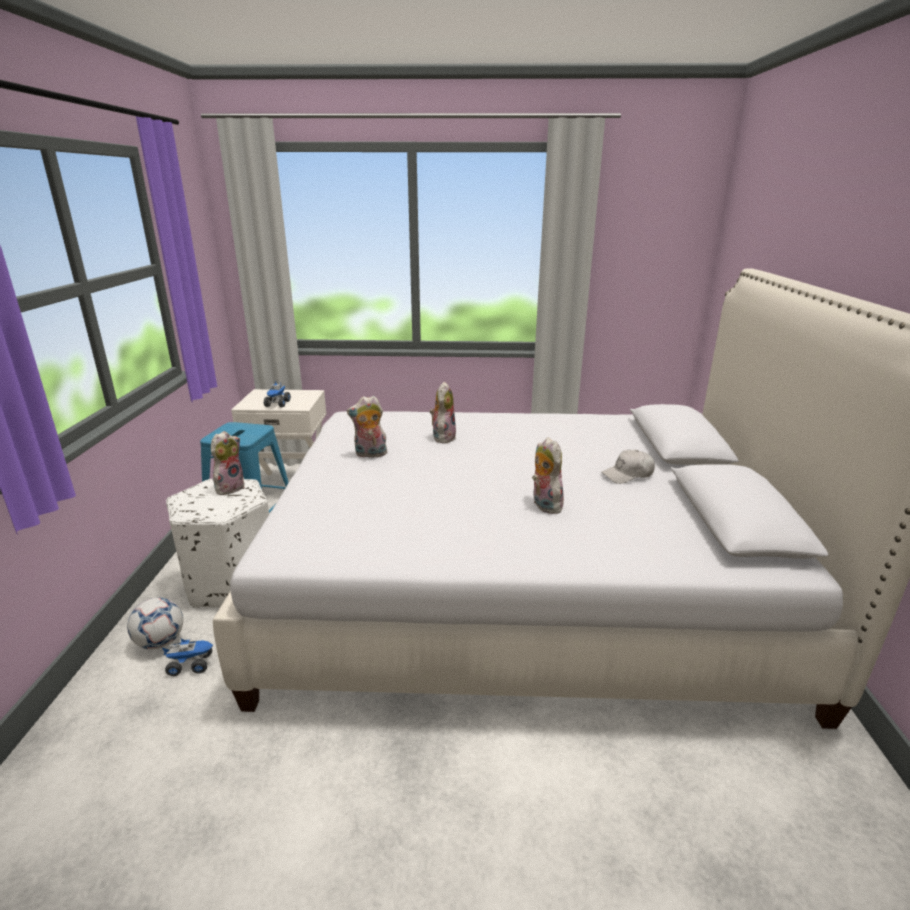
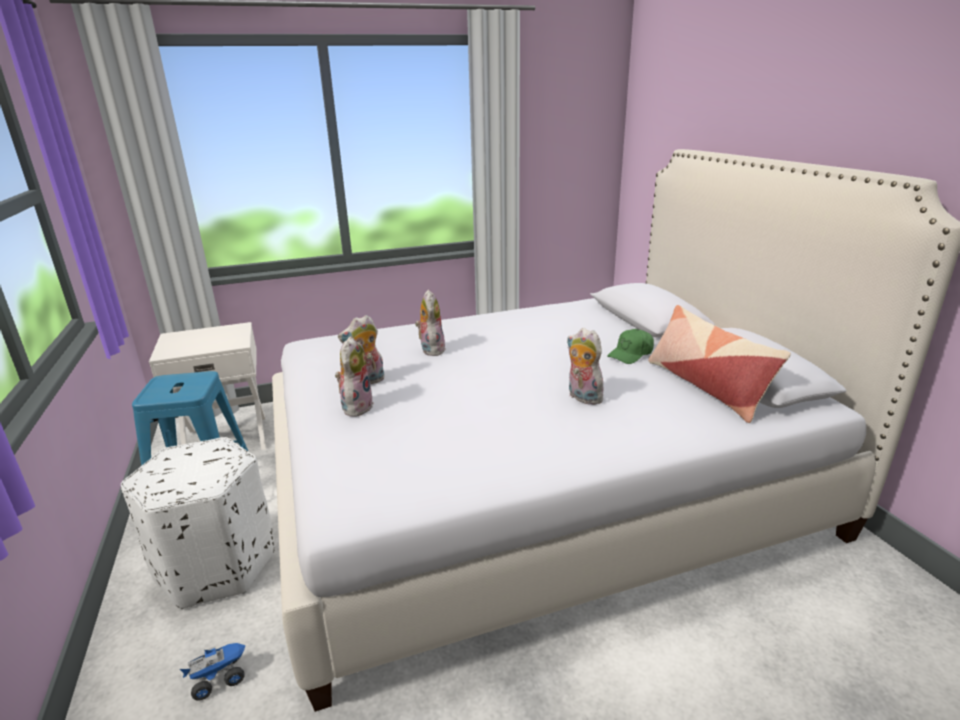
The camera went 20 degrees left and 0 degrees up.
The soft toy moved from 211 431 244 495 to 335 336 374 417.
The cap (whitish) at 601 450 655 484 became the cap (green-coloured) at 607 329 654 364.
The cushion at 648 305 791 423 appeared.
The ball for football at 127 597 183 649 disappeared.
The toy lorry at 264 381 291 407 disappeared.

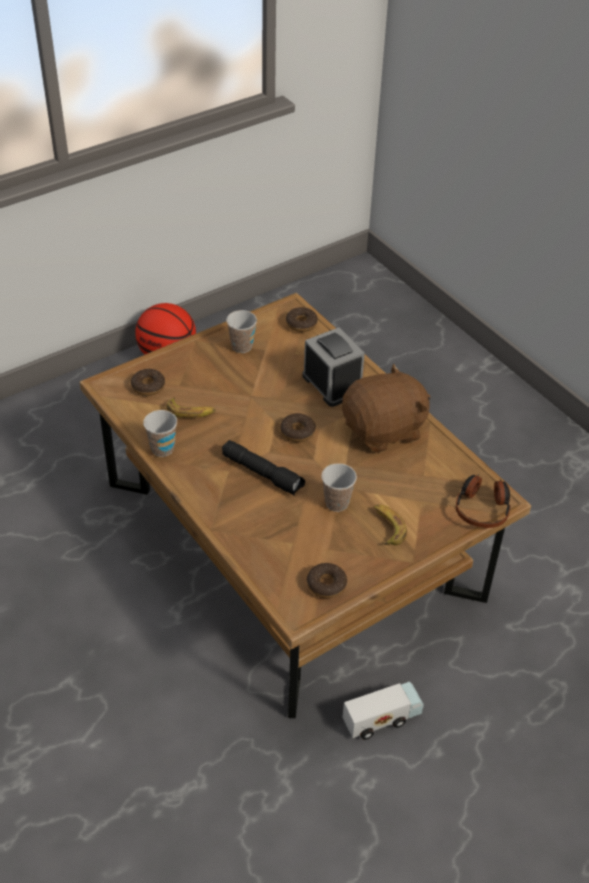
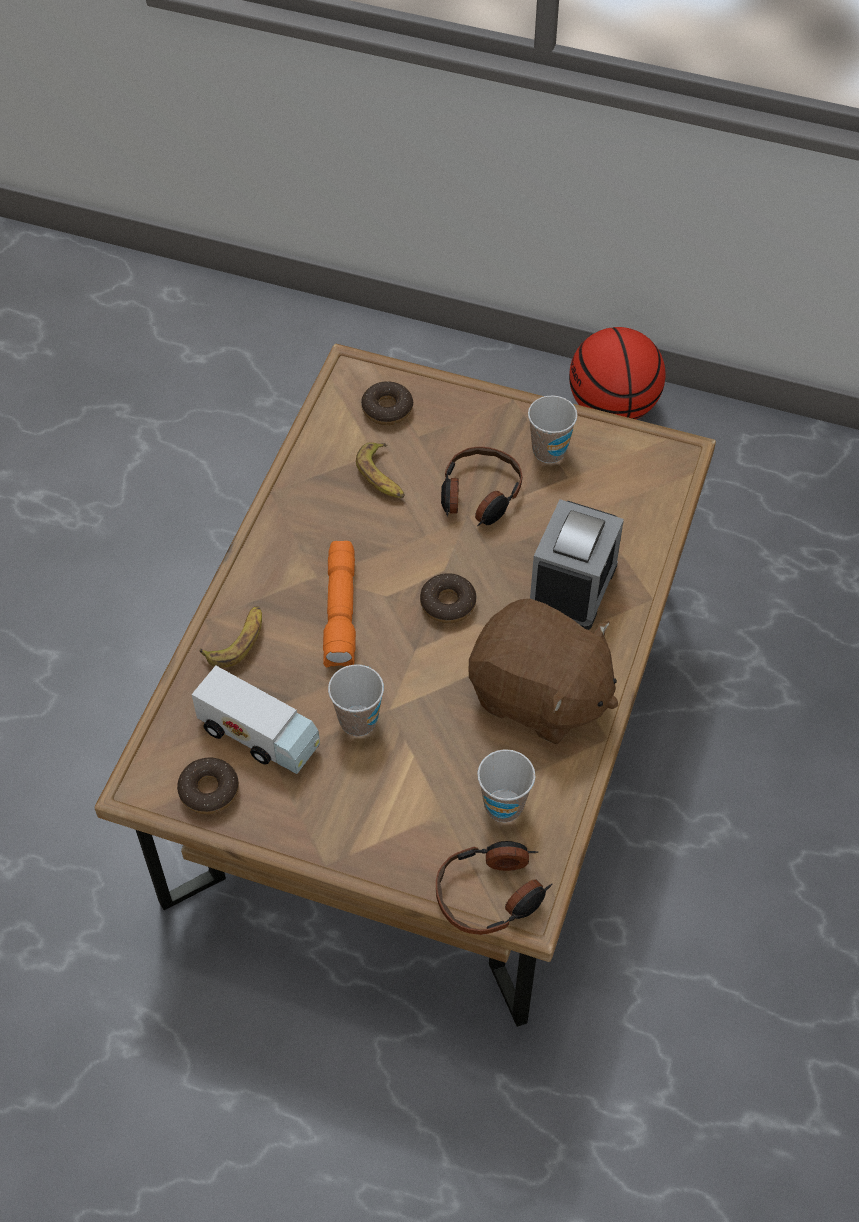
The camera went 55 degrees right and 10 degrees up.
The toy lorry moved from 343 682 424 740 to 192 666 320 774.
The whole banana moved from 374 505 407 545 to 200 606 262 668.
The flashlight (black-coloured) at 222 440 305 496 became the flashlight (orange) at 323 541 356 668.
The headphones at 441 447 522 527 appeared.
The drinking cup moved from 143 410 177 457 to 477 749 535 823.
The ring doughnut at 286 307 318 332 disappeared.

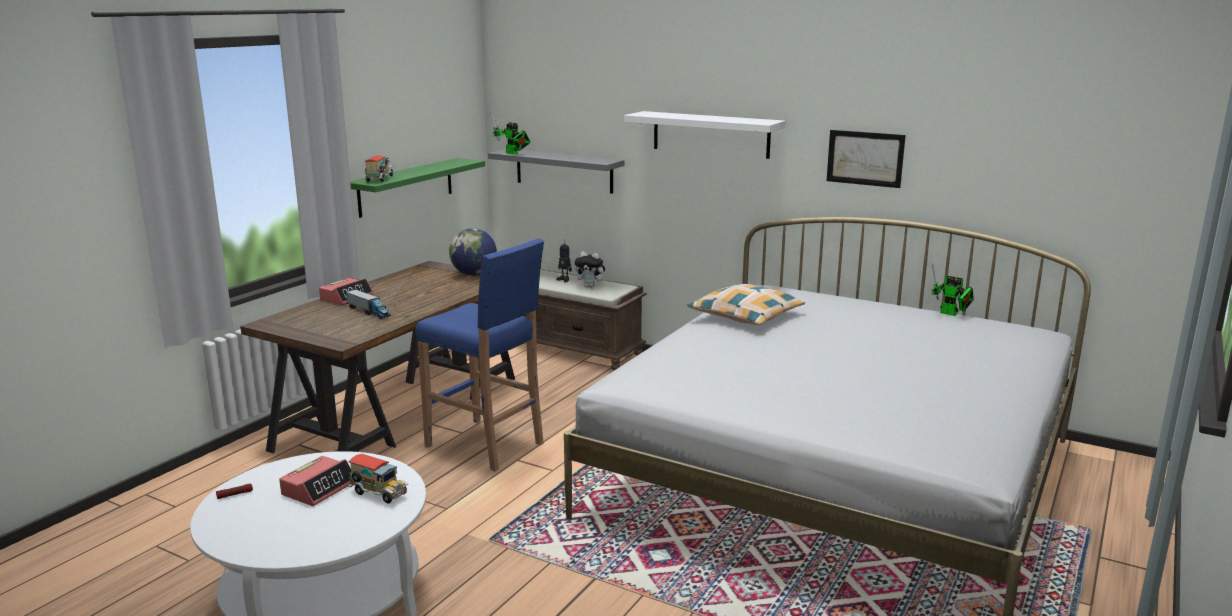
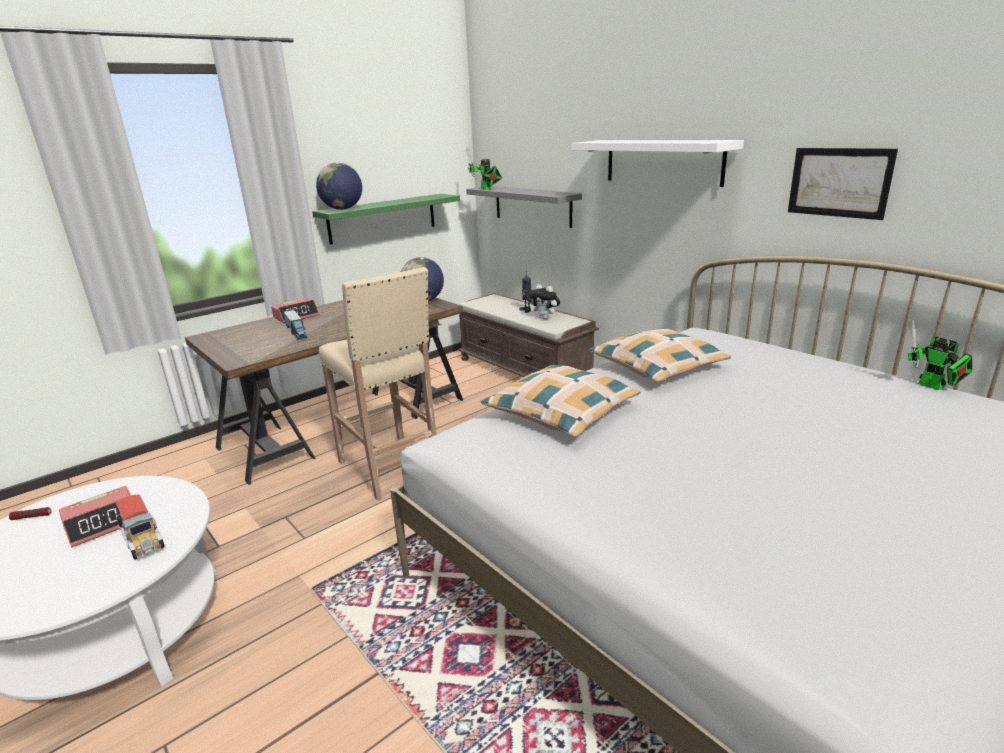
The camera went 20 degrees right and 5 degrees up.
The toy lorry at 364 155 393 182 was replaced by the world globe at 316 163 362 210.
The sitting stool (blue) at 415 238 544 471 became the sitting stool (beige) at 319 267 437 501.
The cushion at 481 365 640 437 appeared.

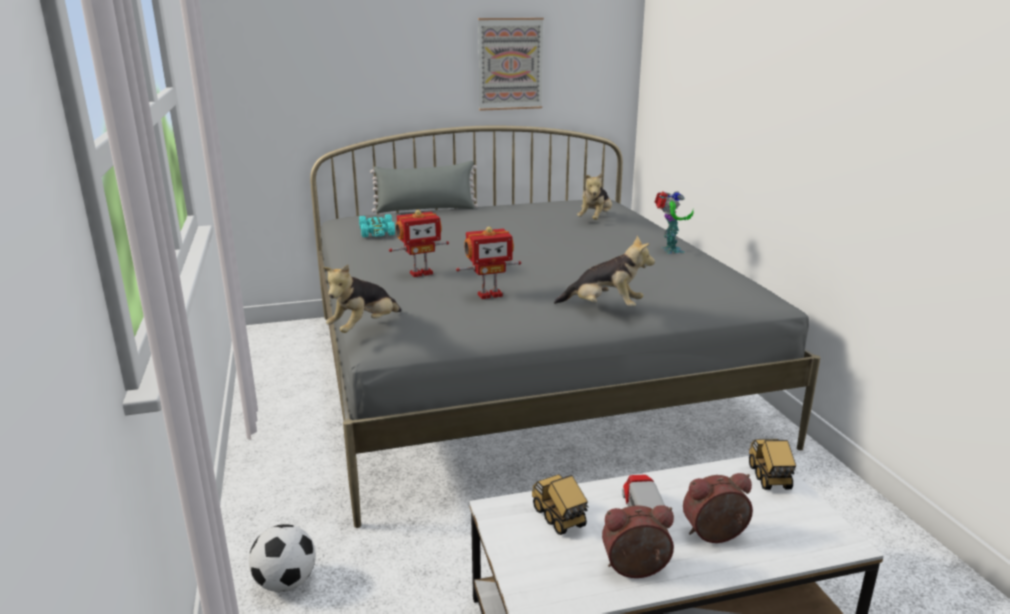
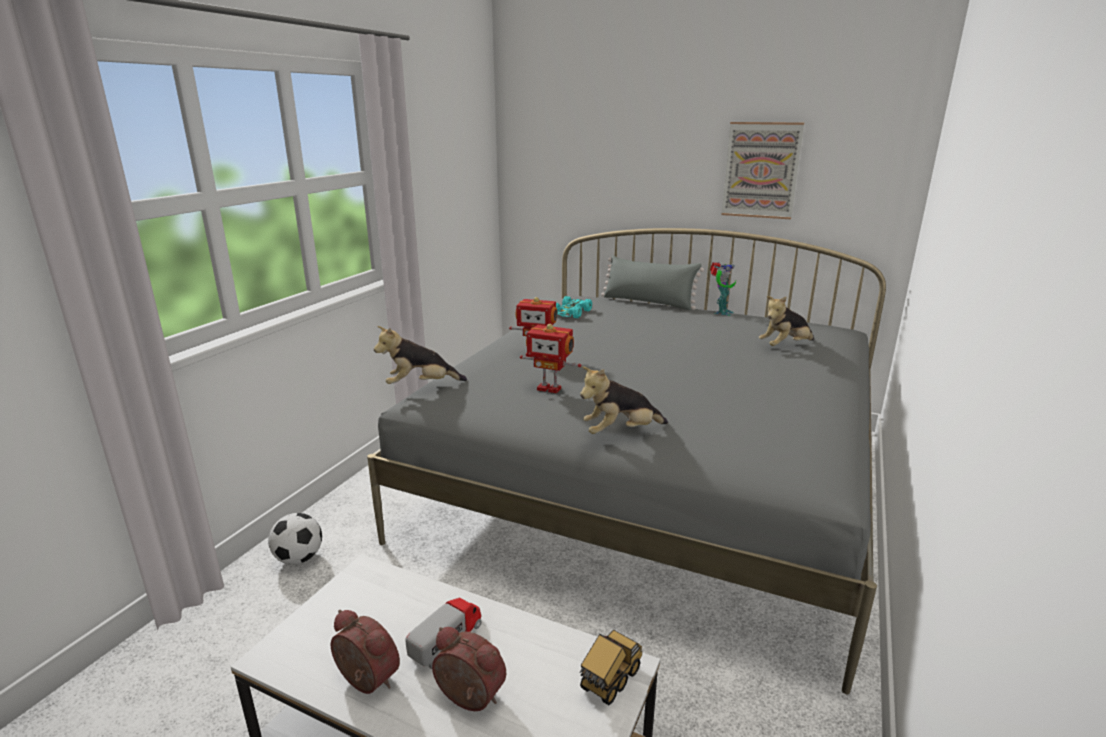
The camera went 40 degrees right and 0 degrees up.
The soft toy at 554 235 655 307 turned 105 degrees clockwise.
The model robot moved from 655 191 694 254 to 710 262 736 316.
The toy lorry at 532 474 589 535 disappeared.

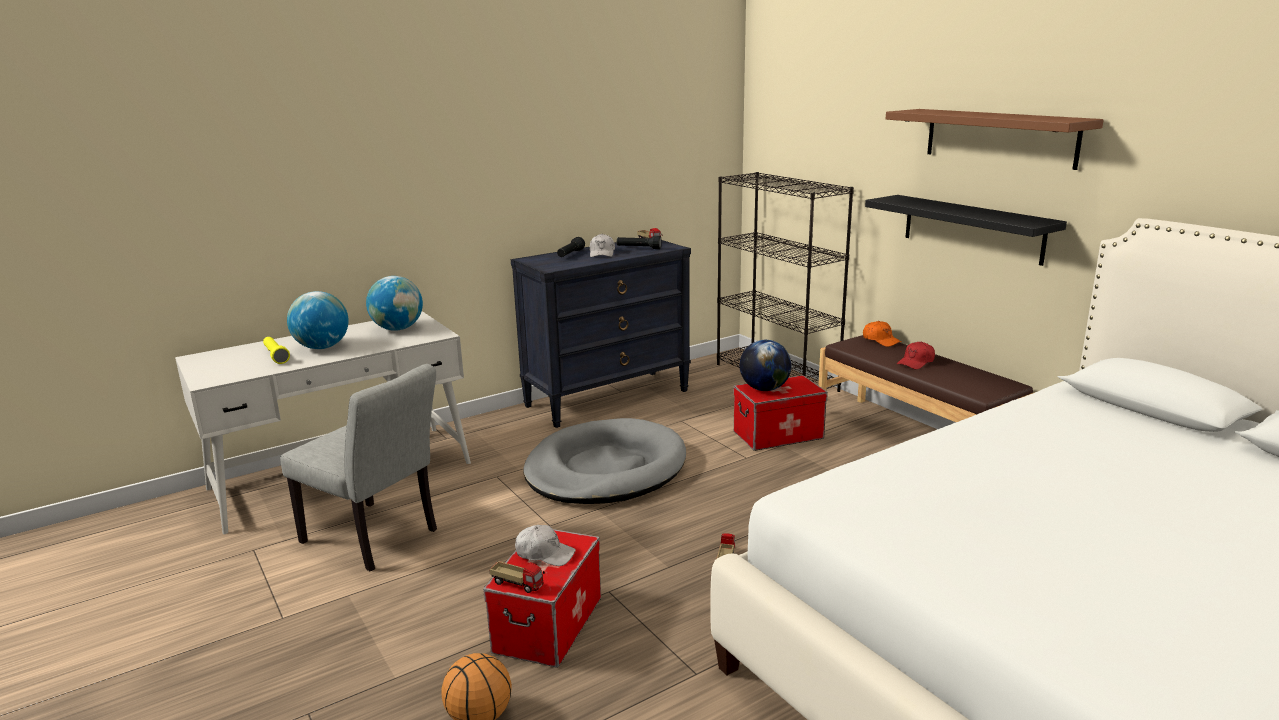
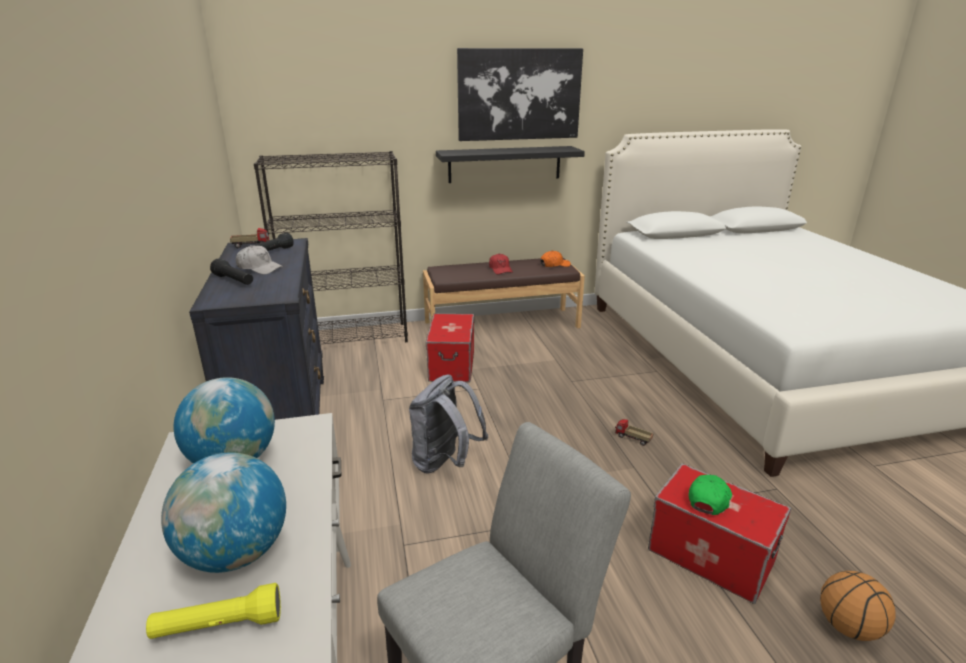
The camera went 70 degrees left and 5 degrees up.
The pet bed (greyish) at 524 418 686 504 was replaced by the knapsack (greyish) at 409 374 488 474.
The wall shelf (brown) at 886 109 1104 170 was replaced by the picture at 457 48 583 141.
The cap (orange) moved from 863 321 901 347 to 540 251 571 267.
The cap (whitish) at 515 525 576 566 became the cap (green-coloured) at 689 475 732 515.
The toy lorry at 489 561 545 593 disappeared.
The world globe at 740 340 791 391 disappeared.

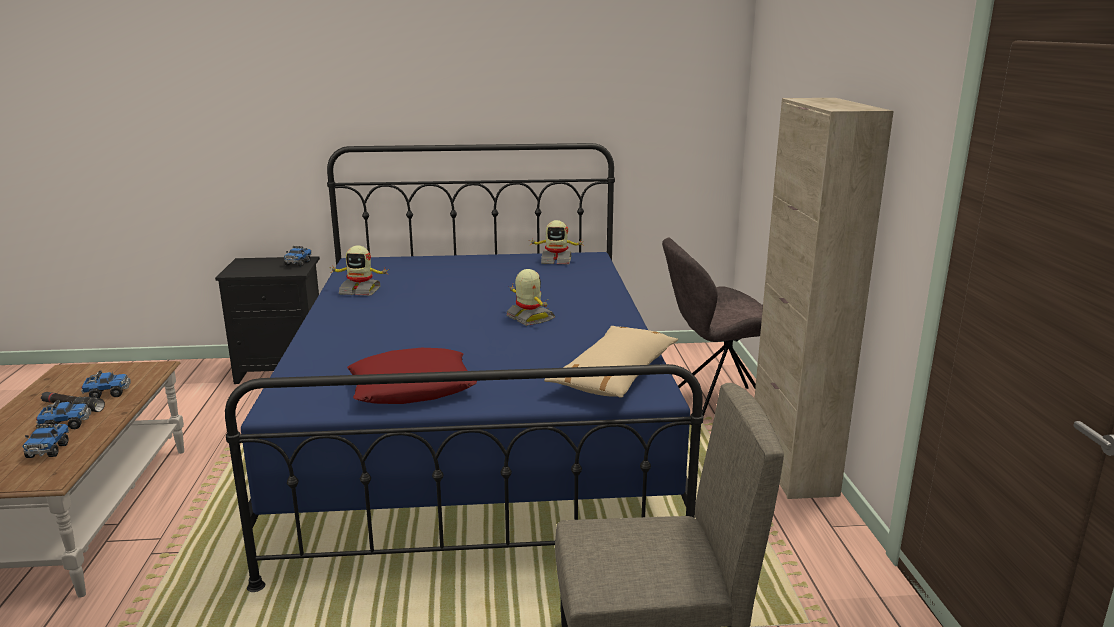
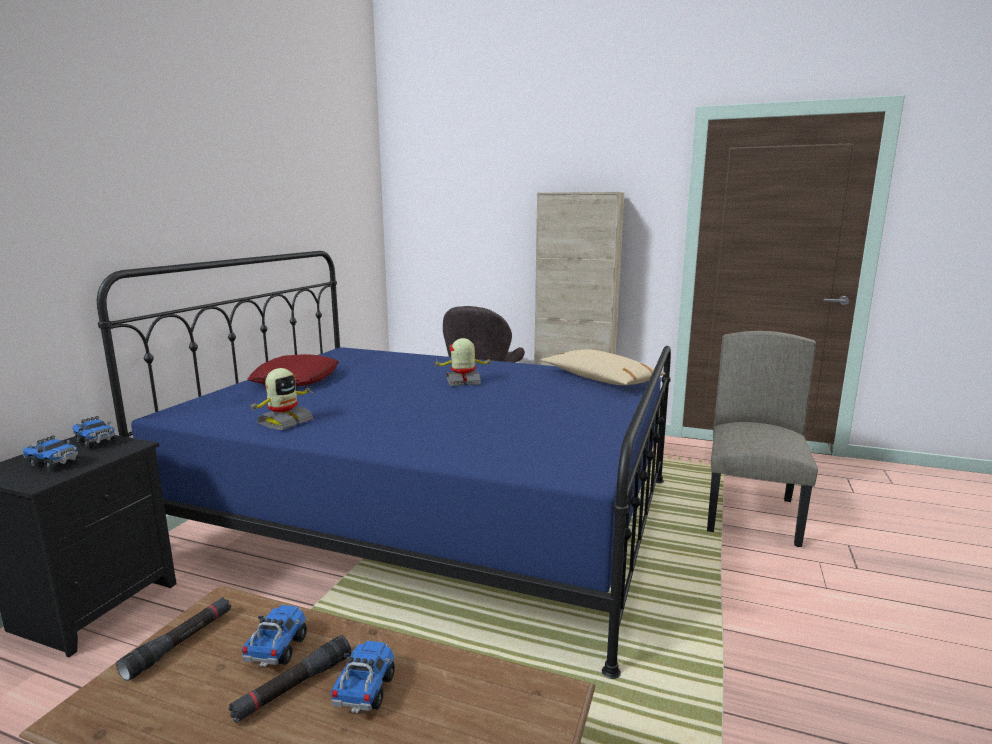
The camera went 65 degrees left and 5 degrees down.
The toy lorry moved from 22 424 69 458 to 23 436 79 471.
The flashlight (black-coloured) at 116 597 231 681 appeared.
The cushion (red-coloured) moved from 347 348 477 404 to 247 354 339 386.
The model robot at 531 220 585 264 disappeared.

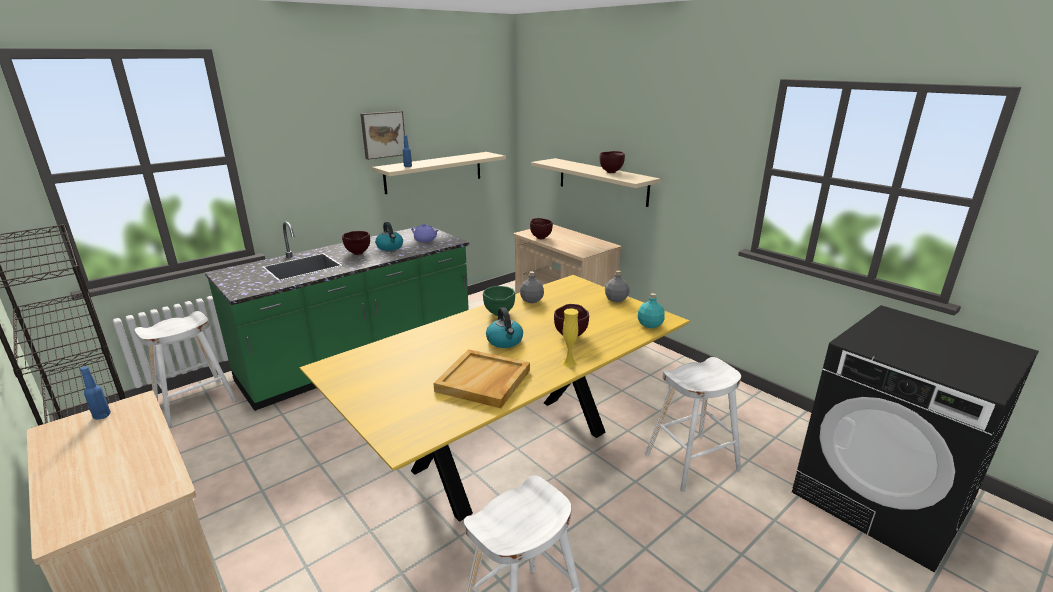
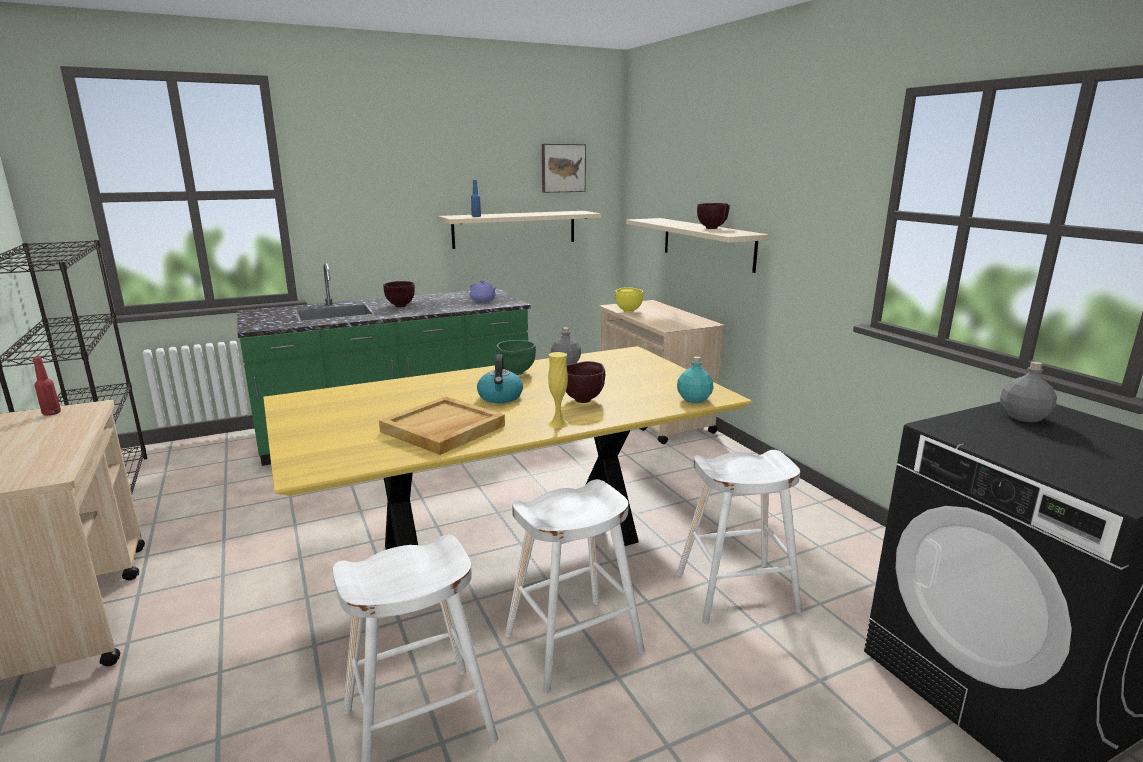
The camera went 15 degrees right and 5 degrees down.
The drink bottle (blue) at 80 366 111 420 became the drink bottle (red-coloured) at 33 357 61 416.
The sitting stool (whitish) moved from 135 311 237 427 to 505 479 645 694.
The picture moved from 360 111 405 160 to 542 144 586 193.
The deep dish (brown) at 530 218 553 239 became the deep dish (yellow) at 615 288 643 313.
The drink bottle (greyish) moved from 605 270 630 302 to 1000 361 1057 422.
The kettle at 375 222 403 251 disappeared.

